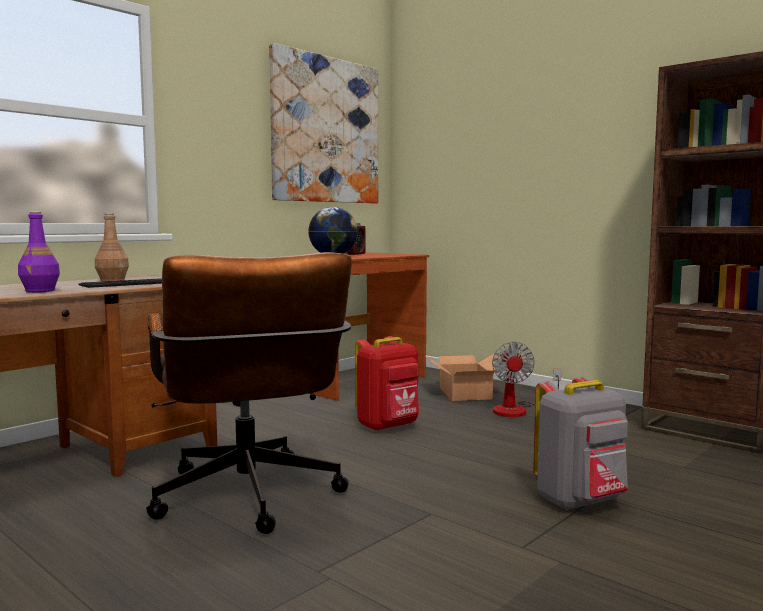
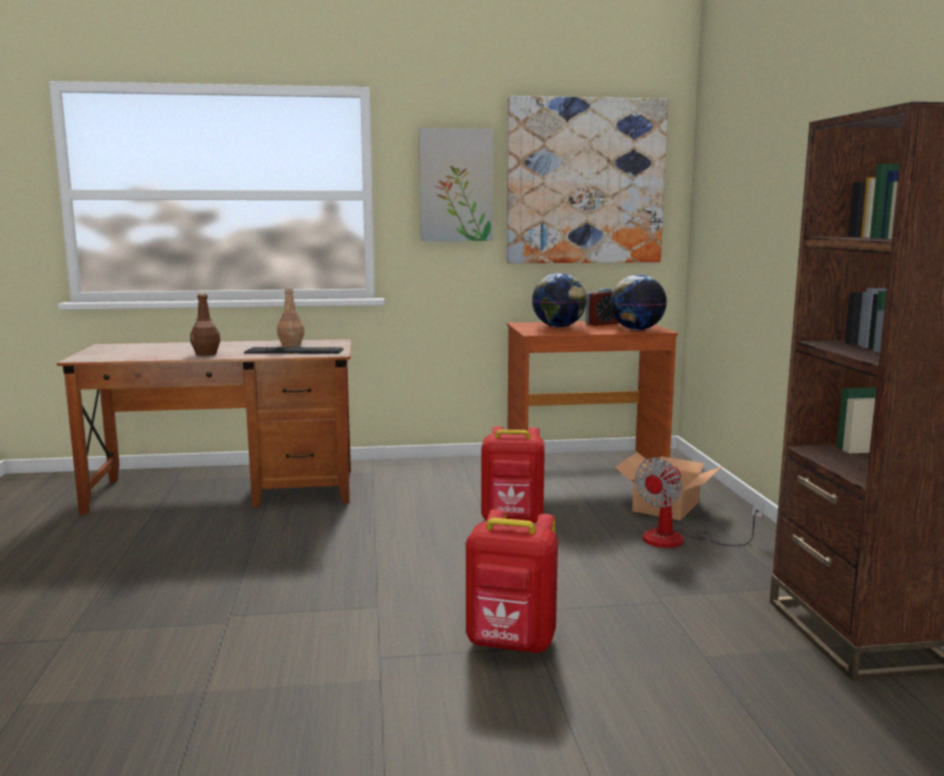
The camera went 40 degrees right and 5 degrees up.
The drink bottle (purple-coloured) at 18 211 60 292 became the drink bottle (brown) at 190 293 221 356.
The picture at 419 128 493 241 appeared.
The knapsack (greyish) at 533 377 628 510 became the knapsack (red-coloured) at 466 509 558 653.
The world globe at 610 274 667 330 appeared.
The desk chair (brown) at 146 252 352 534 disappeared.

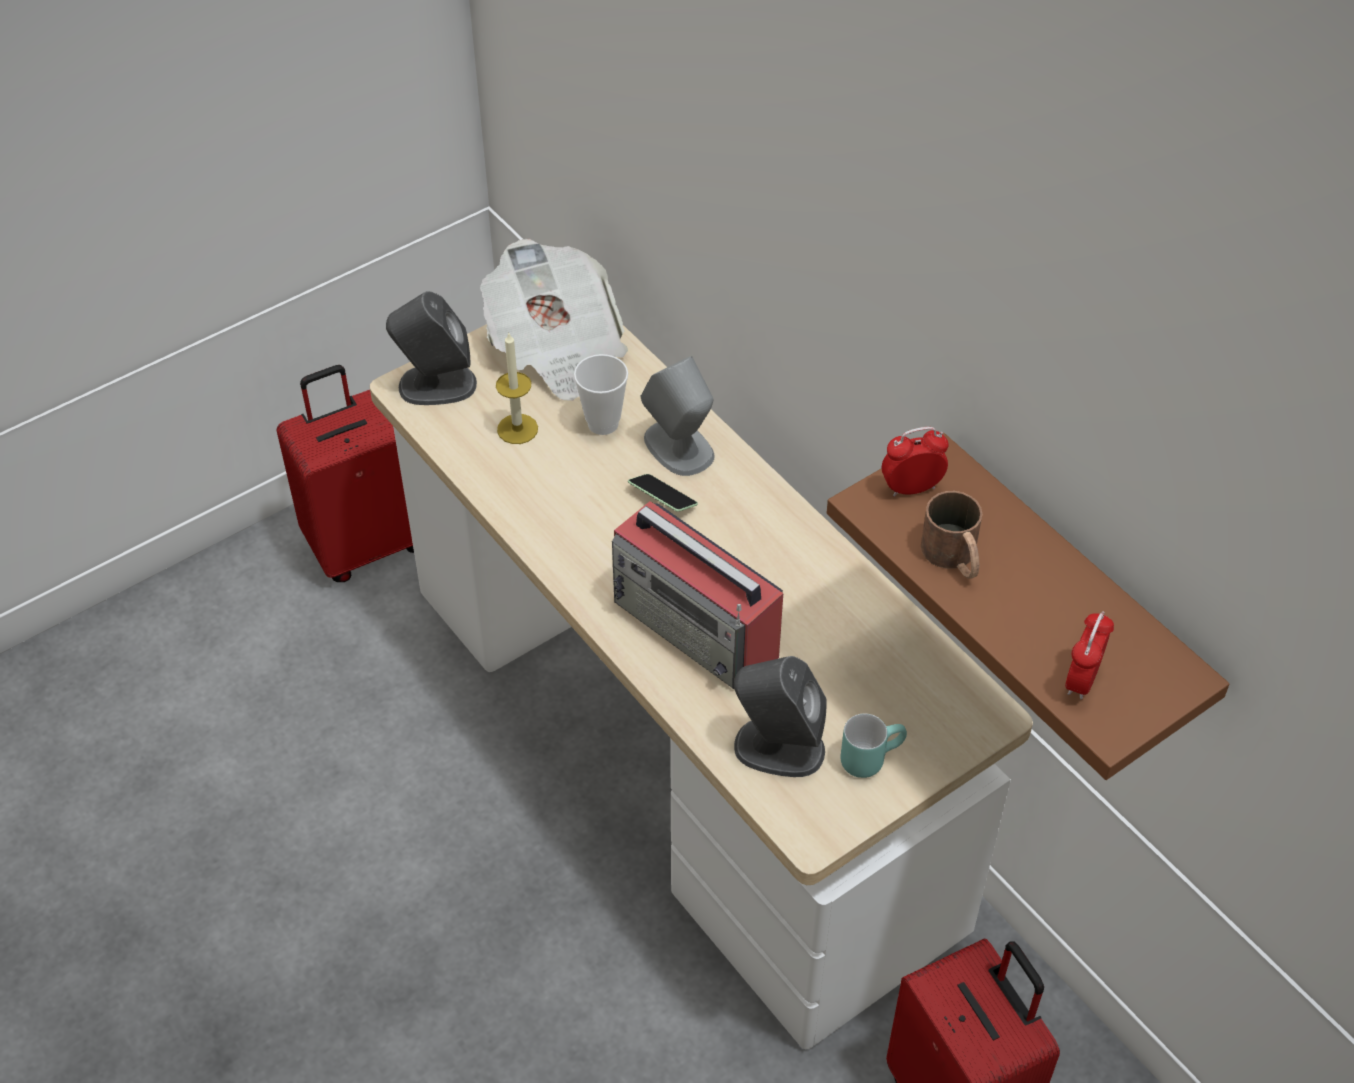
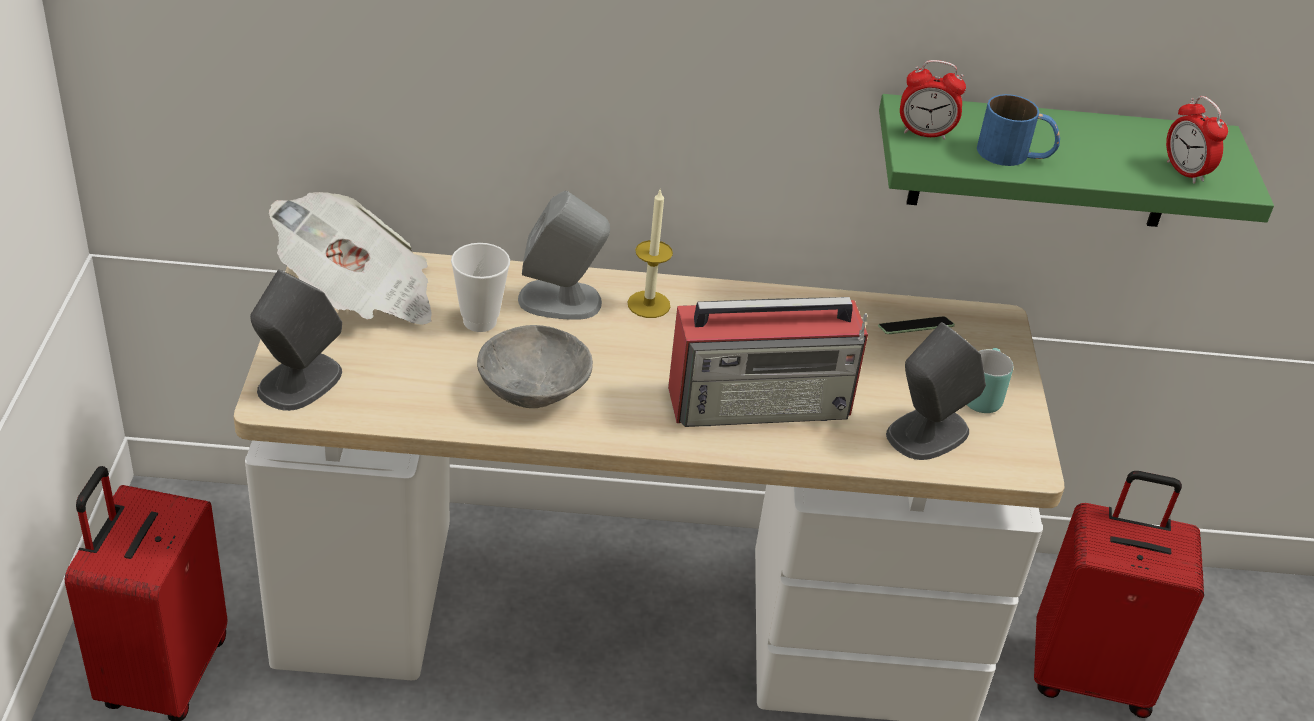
The camera went 55 degrees left and 10 degrees down.
The deep dish (greyish) at 477 325 593 408 appeared.
The candle moved from 496 333 538 444 to 628 188 673 318.
The handset moved from 628 474 698 512 to 878 316 955 334.
The wall shelf (brown) at 827 433 1229 780 became the wall shelf (green-coloured) at 879 94 1274 227.
The table clock at 882 427 949 497 turned 105 degrees counterclockwise.
The coffee mug (brown) at 921 491 982 579 became the coffee mug (blue) at 977 94 1060 166.

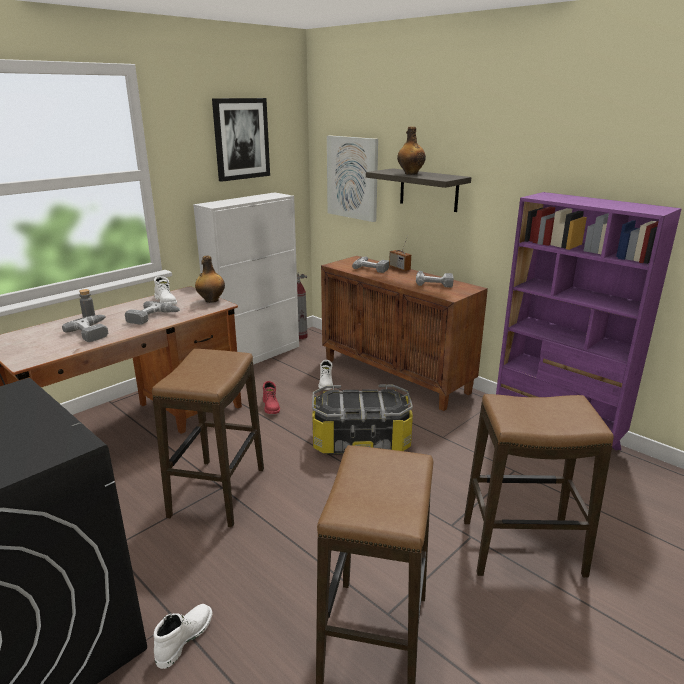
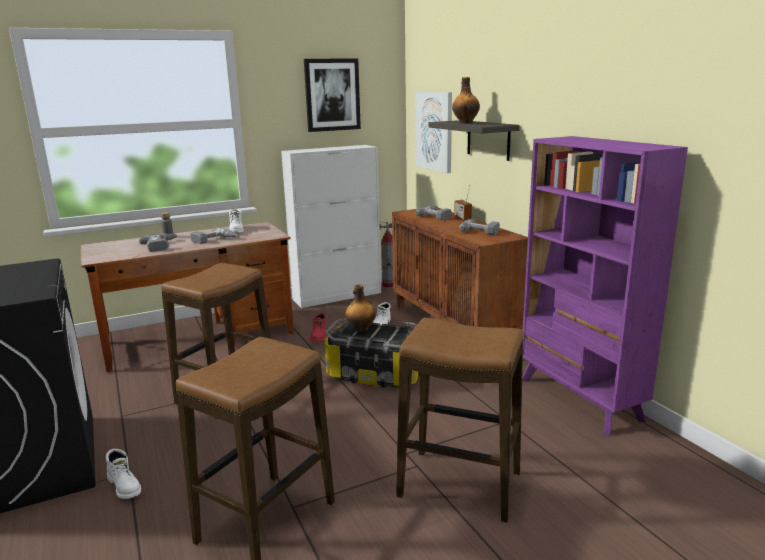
The camera went 20 degrees right and 5 degrees down.
The boot (whitish) at 154 604 212 669 turned 90 degrees clockwise.
The drink bottle moved from 195 256 225 303 to 345 284 375 332.

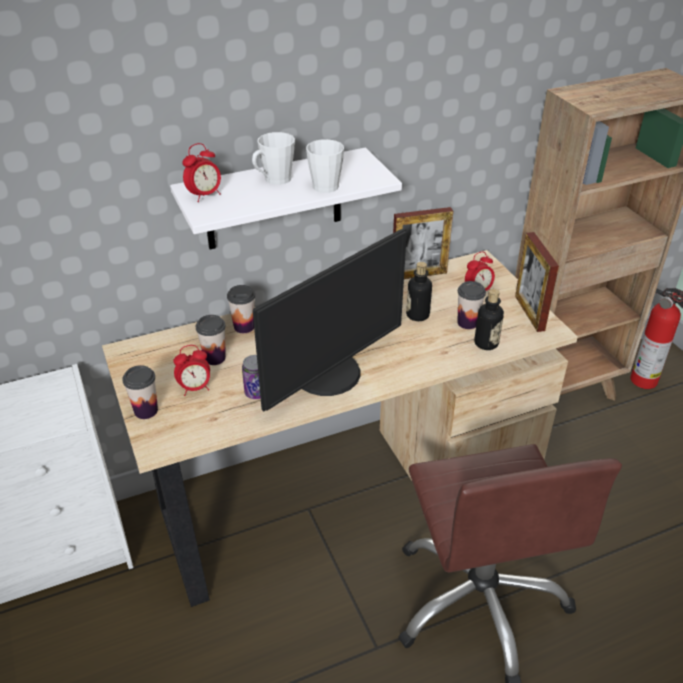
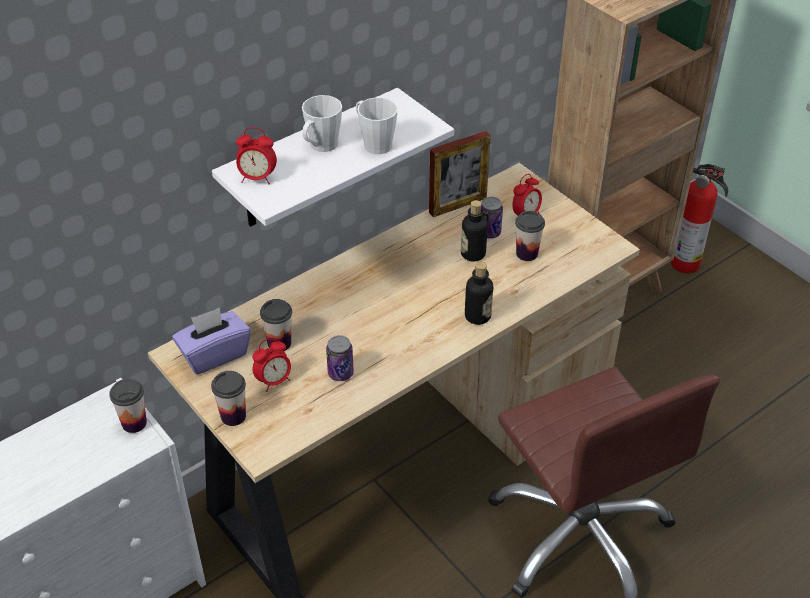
The camera went 15 degrees left and 5 degrees up.
The drinking cup moved from 227 285 255 333 to 109 379 147 433.
The box of tissues (purple-coloured) at 172 308 251 375 appeared.
The table clock at 182 143 221 202 turned 60 degrees clockwise.
The drink bottle moved from 474 289 504 350 to 465 262 493 325.
The sealed can at 481 197 503 238 appeared.
The monitor at 253 228 407 411 disappeared.
The standing frame at 515 232 559 332 disappeared.

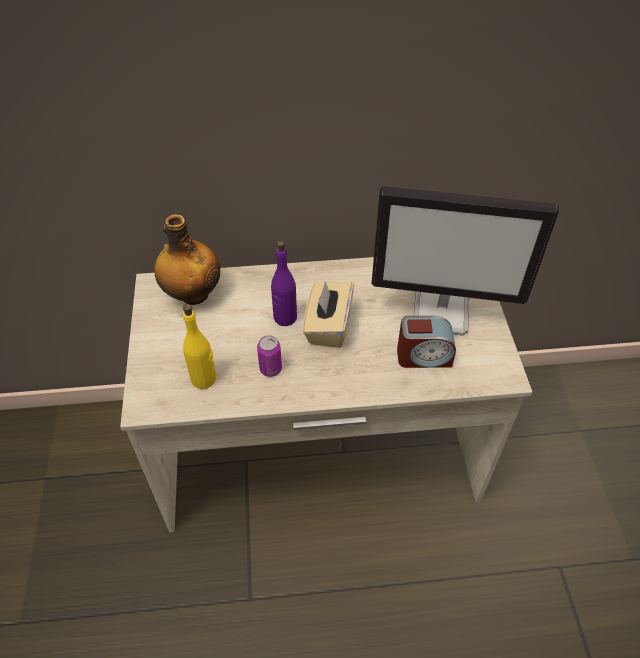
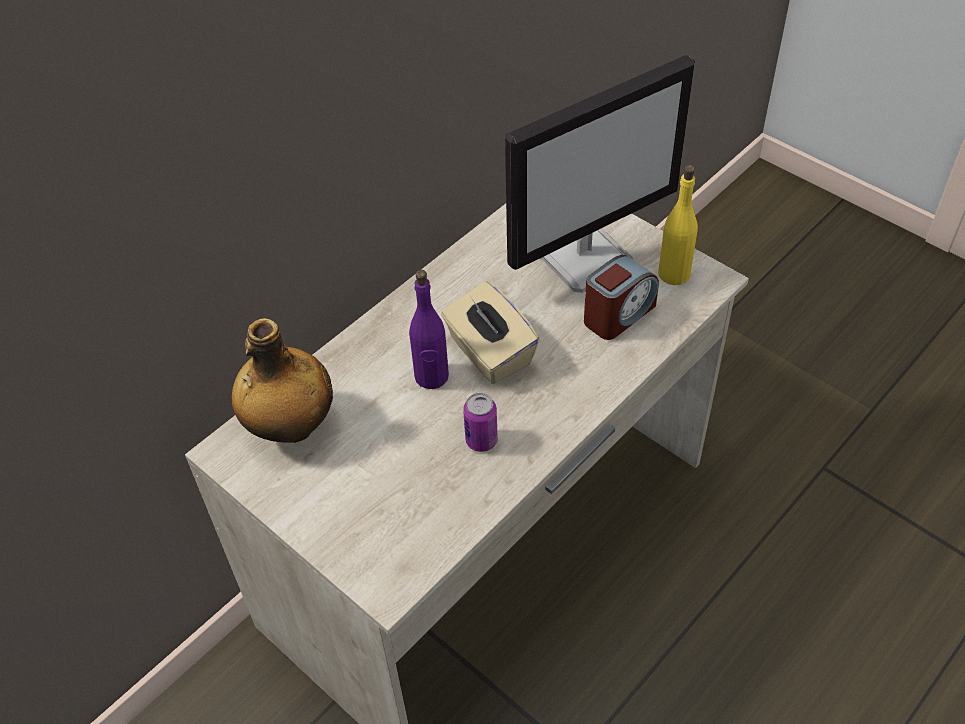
The camera went 40 degrees left and 0 degrees up.
The drink bottle (yellow) moved from 183 304 216 389 to 658 165 698 285.

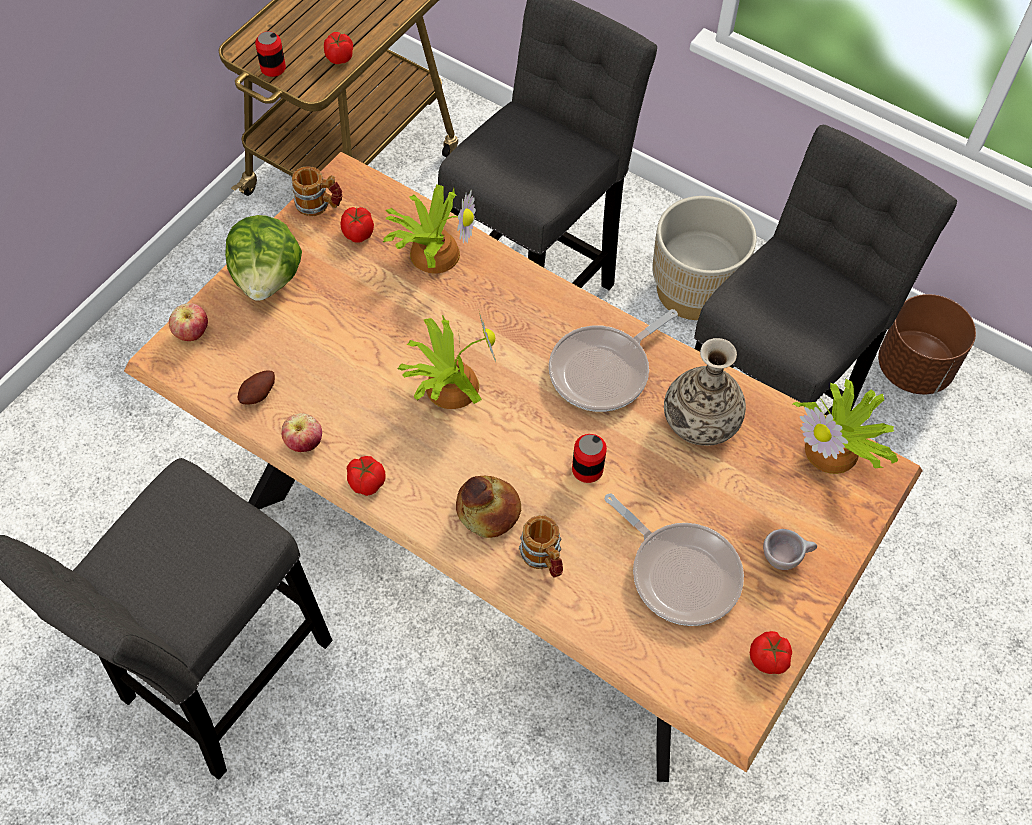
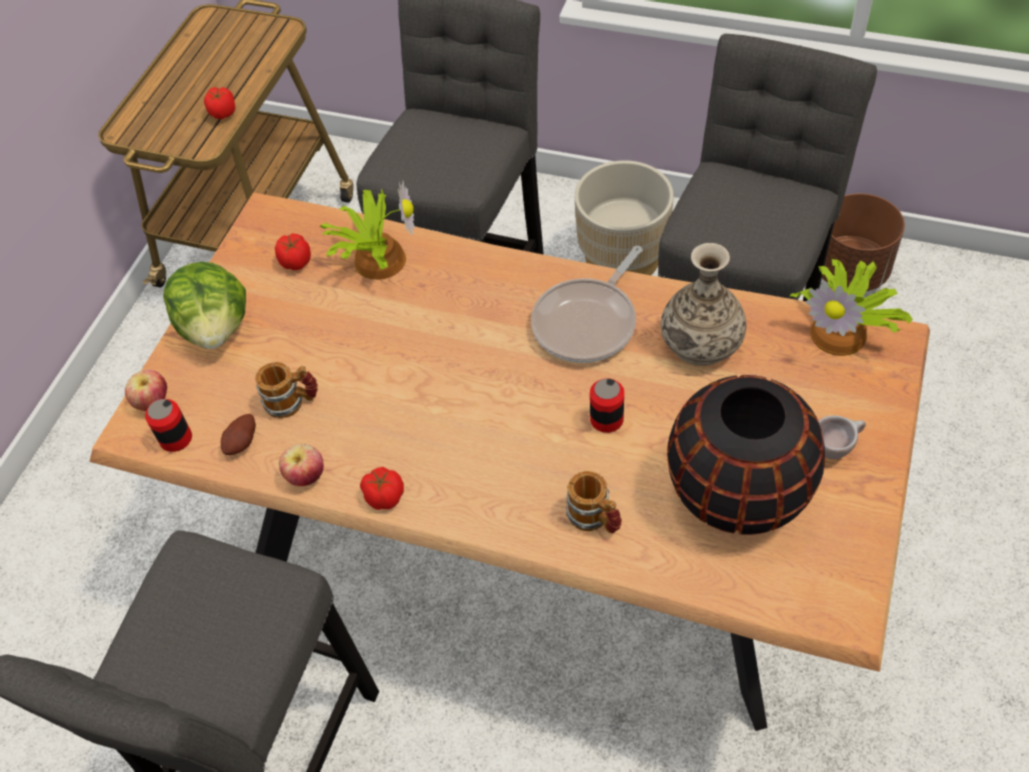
The camera went 10 degrees left and 5 degrees down.
The sealed can moved from 255 31 286 77 to 145 399 192 452.
The coffee mug moved from 292 167 343 216 to 255 362 318 418.
The pan at 604 493 744 626 was replaced by the flower vase (black-coloured) at 667 375 825 535.
The plant in a pot at 398 313 496 409 disappeared.
The bread at 456 476 521 538 disappeared.
The tomato at 750 631 792 674 disappeared.

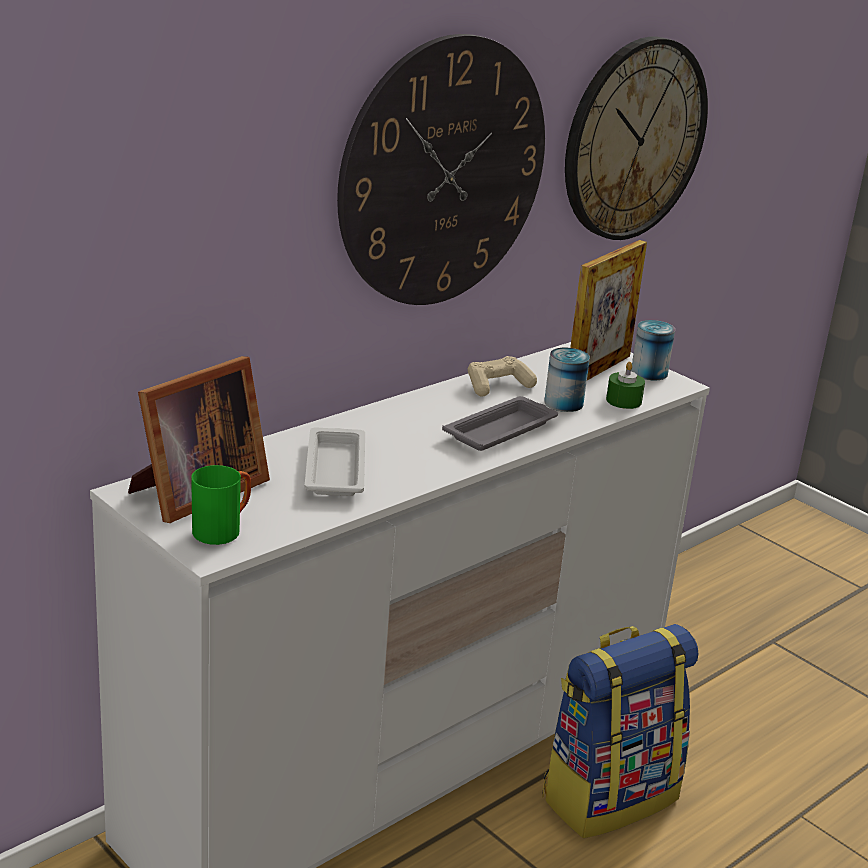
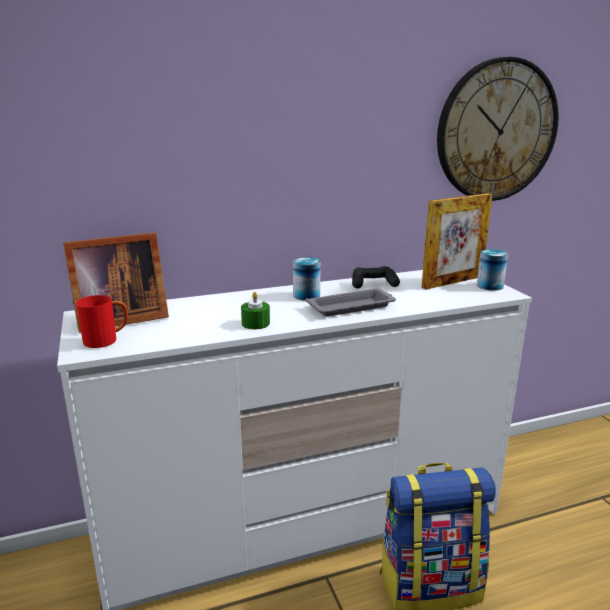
The camera went 25 degrees right and 5 degrees down.
The coffee mug (green-coloured) at 191 465 251 545 became the coffee mug (red-coloured) at 76 295 128 348.
The candle (green-coloured) moved from 606 362 645 409 to 241 292 270 329.
The sealed can moved from 544 348 590 412 to 293 257 321 301.
The game controller (beige) at 468 356 537 397 became the game controller (black-coloured) at 352 266 400 289.
The carrying tray (whitish) at 304 428 365 496 disappeared.
The wall clock at 337 34 545 305 disappeared.

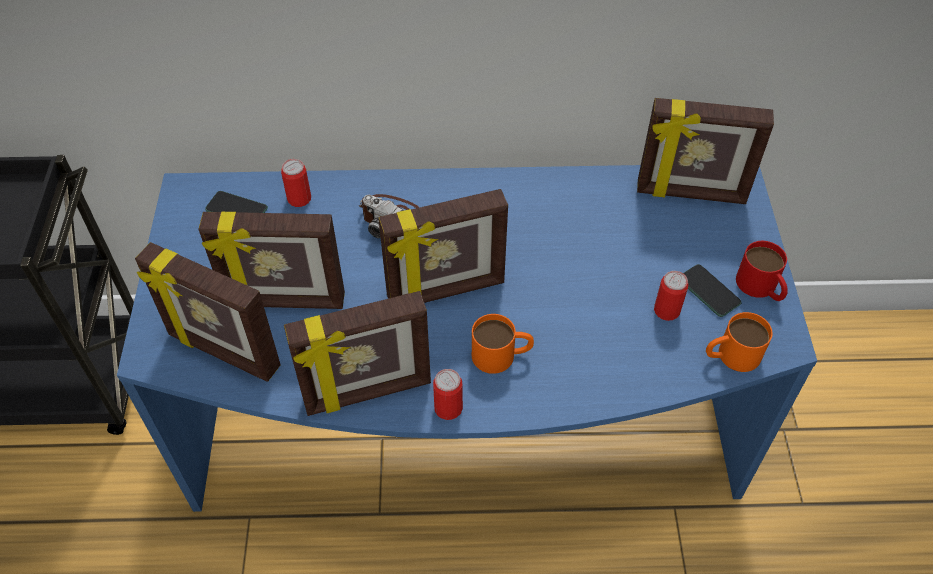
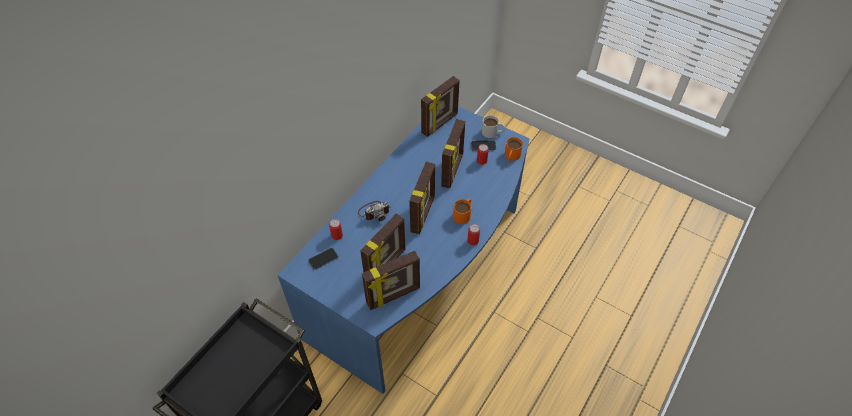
The camera went 55 degrees left and 0 degrees up.
The standing frame moved from 284 291 431 416 to 441 119 465 189.
The coffee mug (red-coloured) at 736 241 788 301 became the coffee mug (whitish) at 482 115 505 138.

